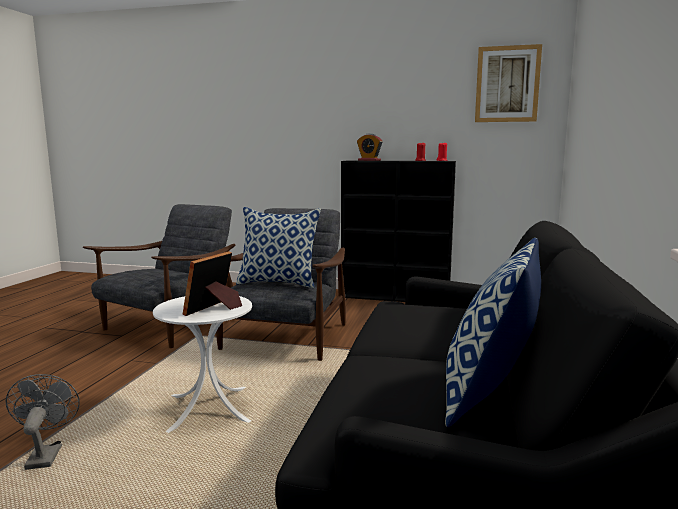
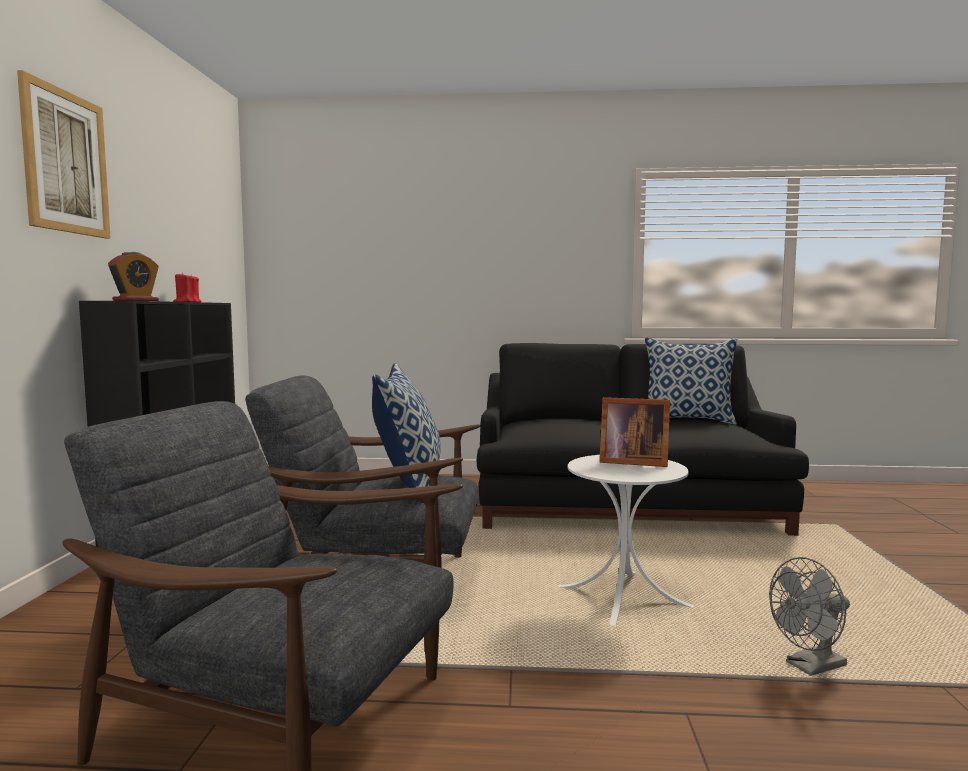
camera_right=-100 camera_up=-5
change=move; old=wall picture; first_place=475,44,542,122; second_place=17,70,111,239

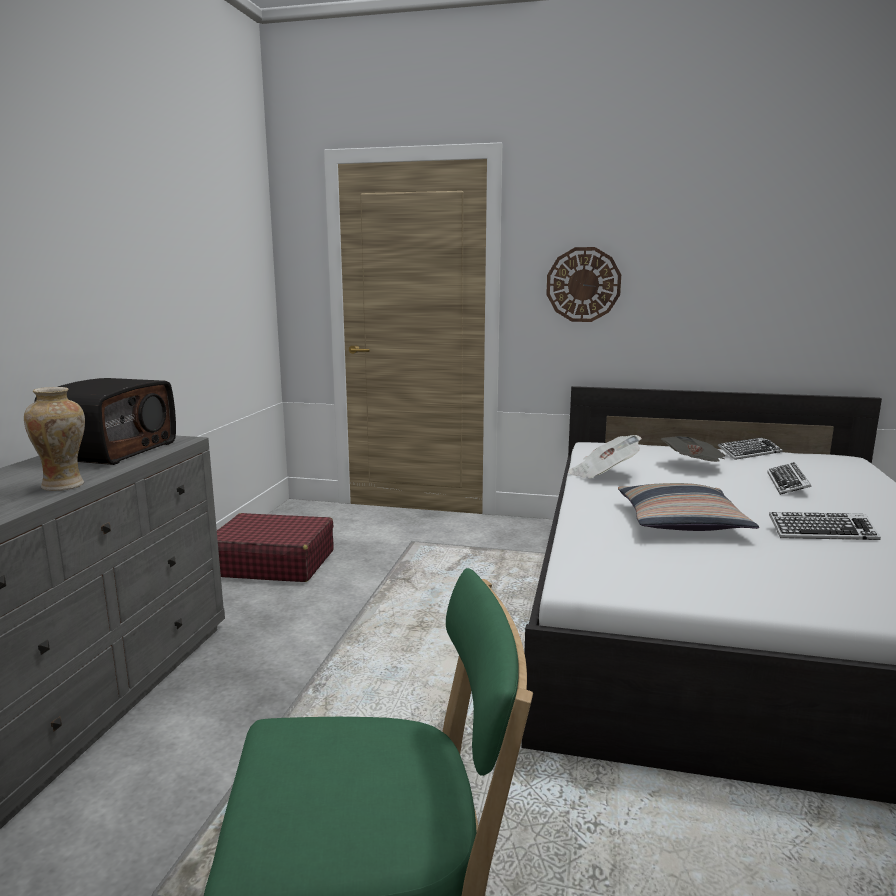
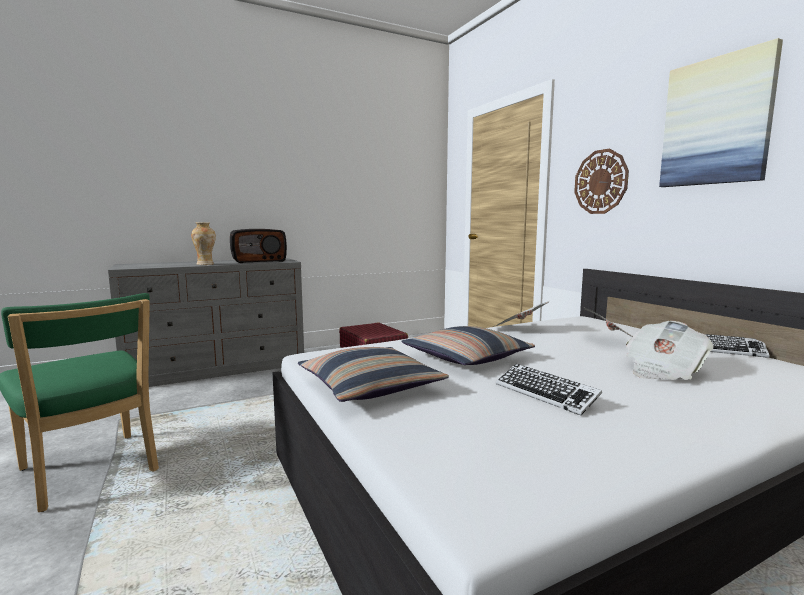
camera_right=50 camera_up=-5
change=replace; old=computer keyboard; new=daily paper; first_place=767,462,812,495; second_place=626,321,713,380
change=insert; new=pillow; second_place=298,347,449,402
change=insert; new=wall picture; second_place=659,38,783,187

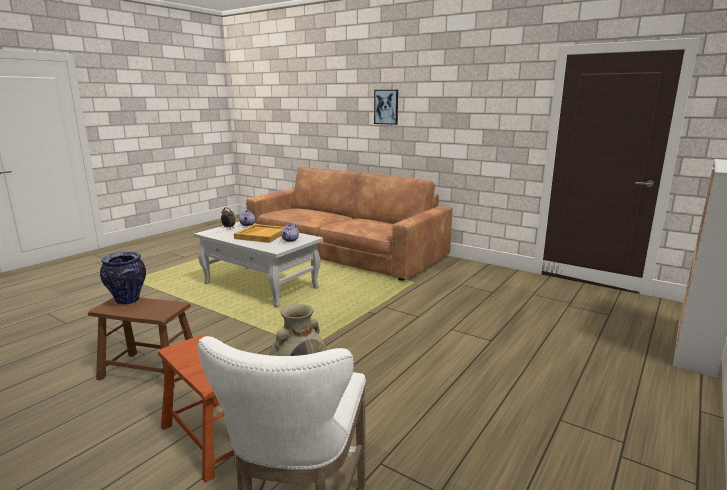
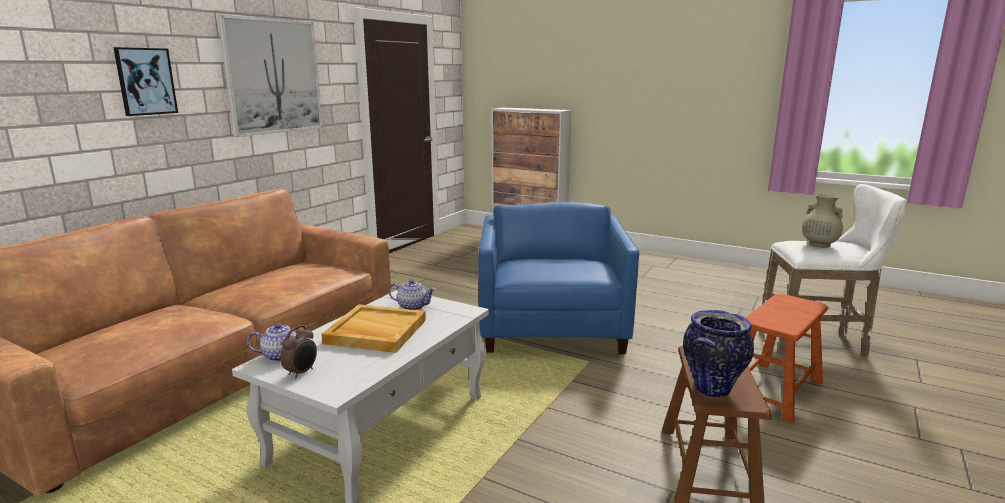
camera_right=-95 camera_up=0
change=insert; new=wall picture; second_place=217,15,323,137
change=insert; new=easy chair (bluish); second_place=479,202,639,354

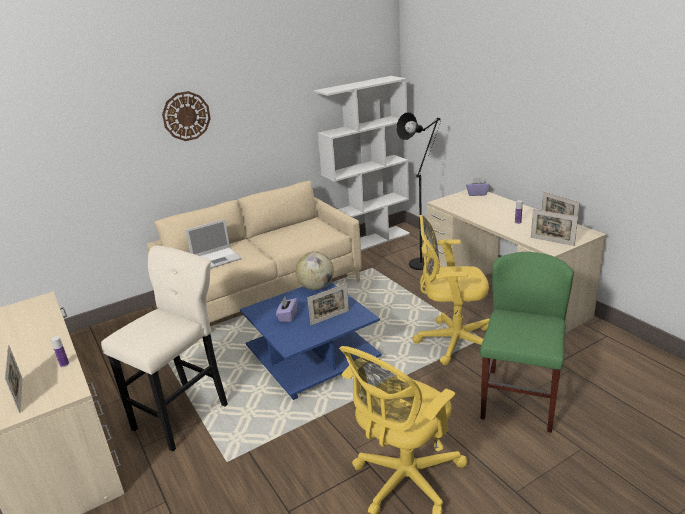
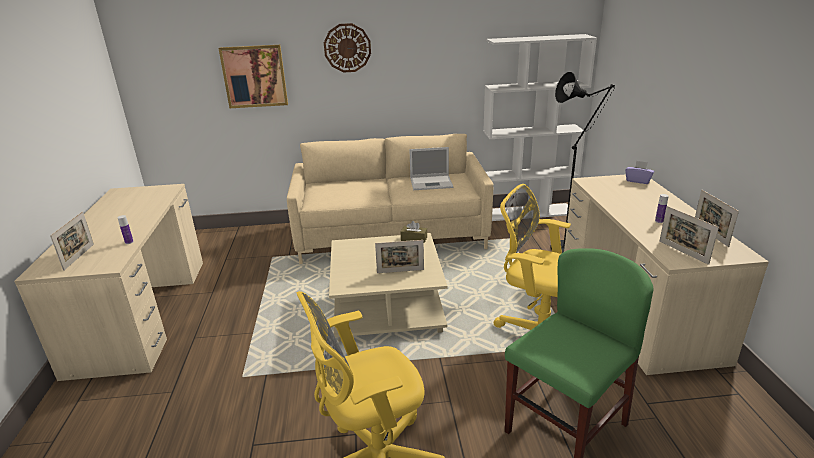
camera_right=25 camera_up=0
change=delete; old=stool seat (sand-coloured); first_place=101,245,228,452
change=move; old=portable computer; first_place=186,219,242,269; second_place=409,147,453,190
change=recolor; old=lounge table (bluish); new=lounge table (sand-coloured); first_place=240,282,382,400; second_place=329,233,447,342
change=delete; old=box of tissues (purplish); first_place=276,297,297,322
change=replace; old=globe; new=box of tissues (brownish); first_place=296,252,334,290; second_place=401,221,427,243
change=insert; new=wall picture; second_place=219,45,288,108

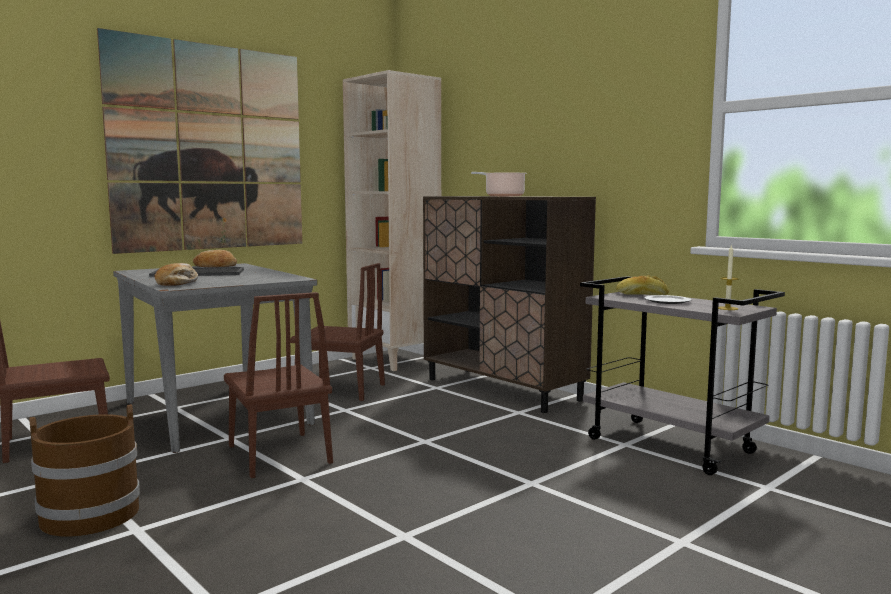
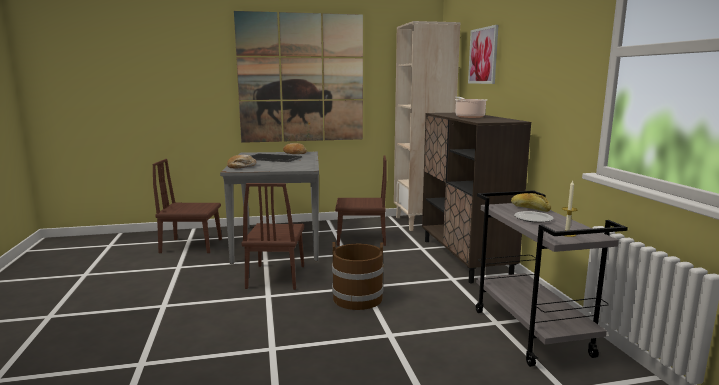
camera_right=30 camera_up=5
change=move; old=water bucket (brownish); first_place=29,404,140,536; second_place=332,242,384,310
change=rotate; old=plain chair (brownish); first_place=290,263,385,401; second_place=335,155,387,246; degrees=-45
change=insert; new=wall picture; second_place=468,25,499,84

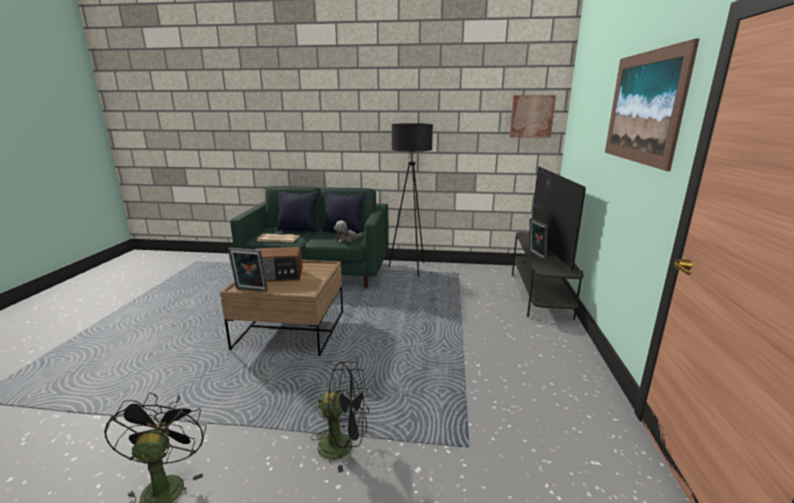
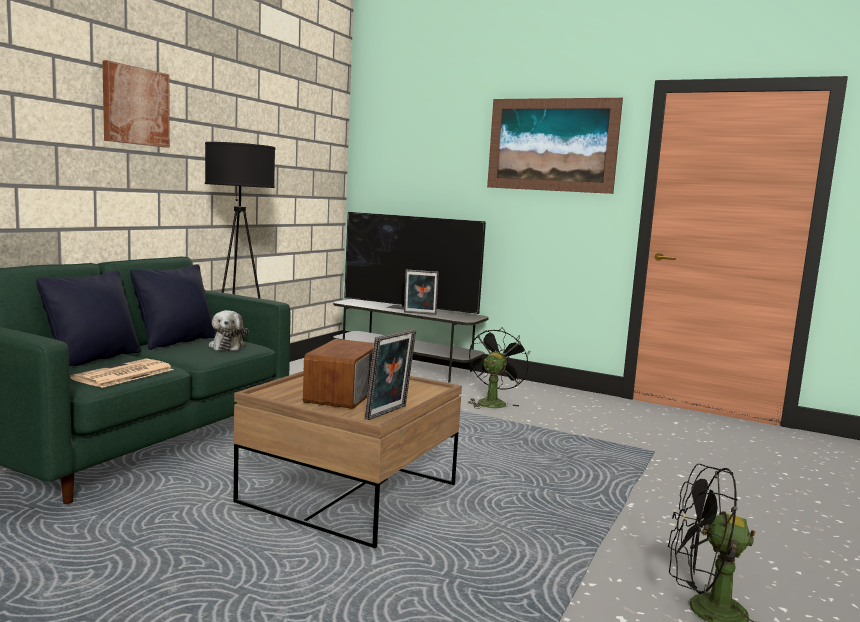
camera_right=-70 camera_up=-10
change=move; old=fan (black); first_place=311,361,369,473; second_place=469,327,530,409
change=move; old=wall picture; first_place=510,95,556,138; second_place=102,60,170,148

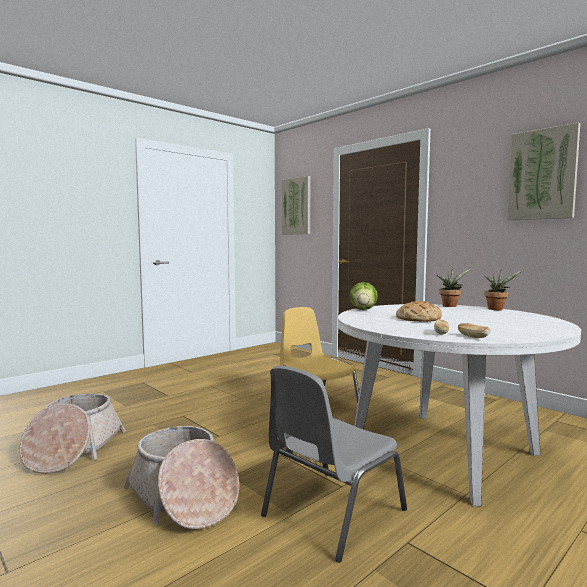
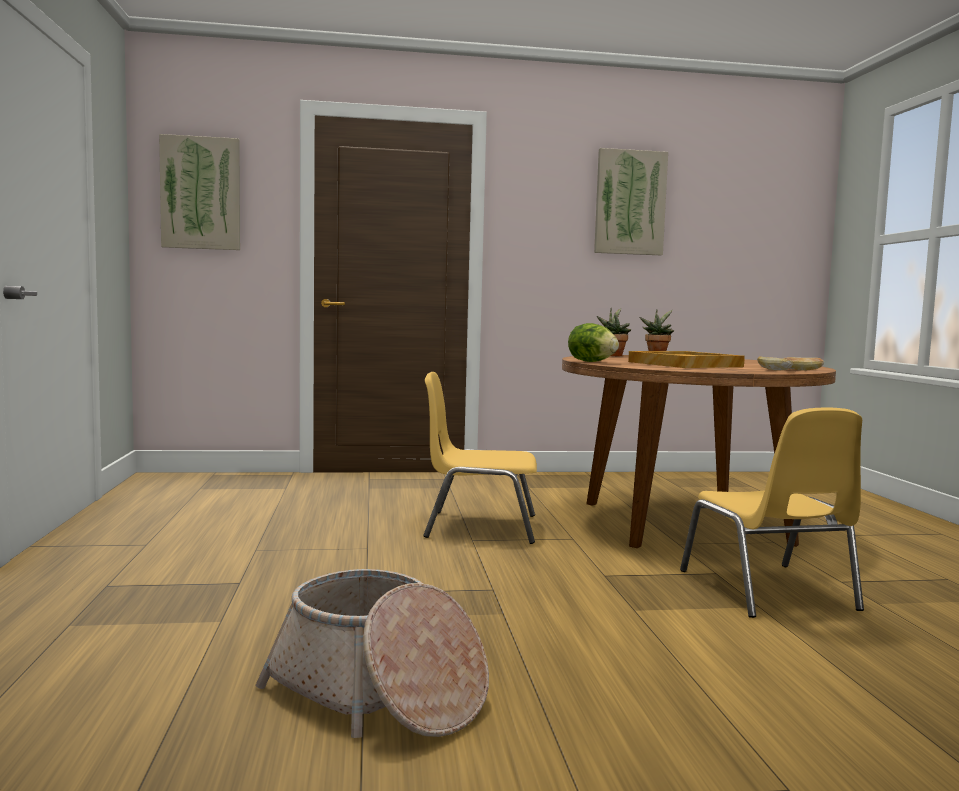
camera_right=-55 camera_up=0
change=delete; old=storage basket; first_place=124,426,239,529
change=recolor; old=plain chair (gray); new=plain chair (yellow); first_place=261,366,407,563; second_place=680,408,864,618
change=recolor; old=dining table (white); new=dining table (brownish); first_place=338,304,581,506; second_place=562,355,836,548
change=replace; old=bakery bread; new=tray (sand-coloured); first_place=396,301,442,322; second_place=628,351,745,368

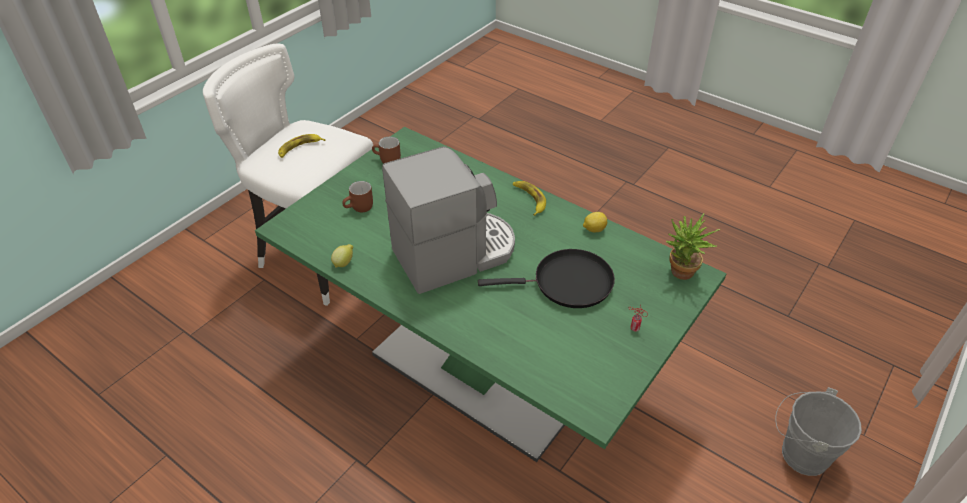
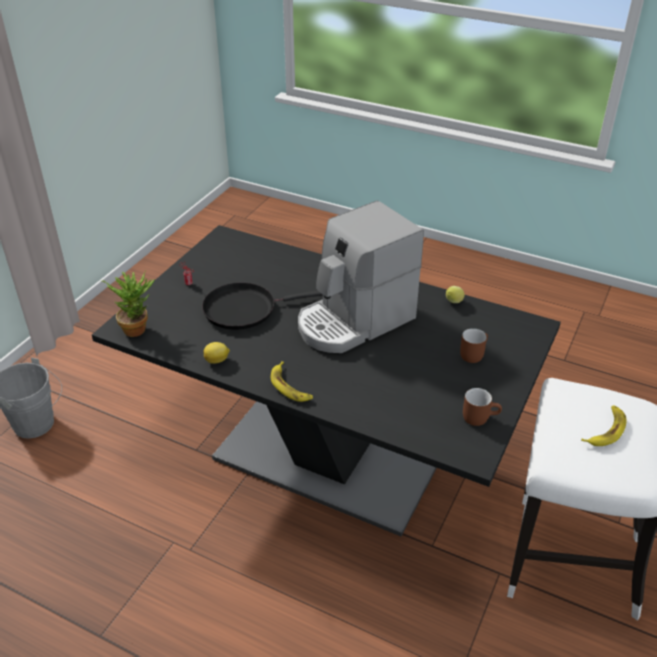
camera_right=170 camera_up=-5
change=recolor; old=dining table (green-coloured); new=dining table (black); first_place=255,127,727,462; second_place=92,225,561,536

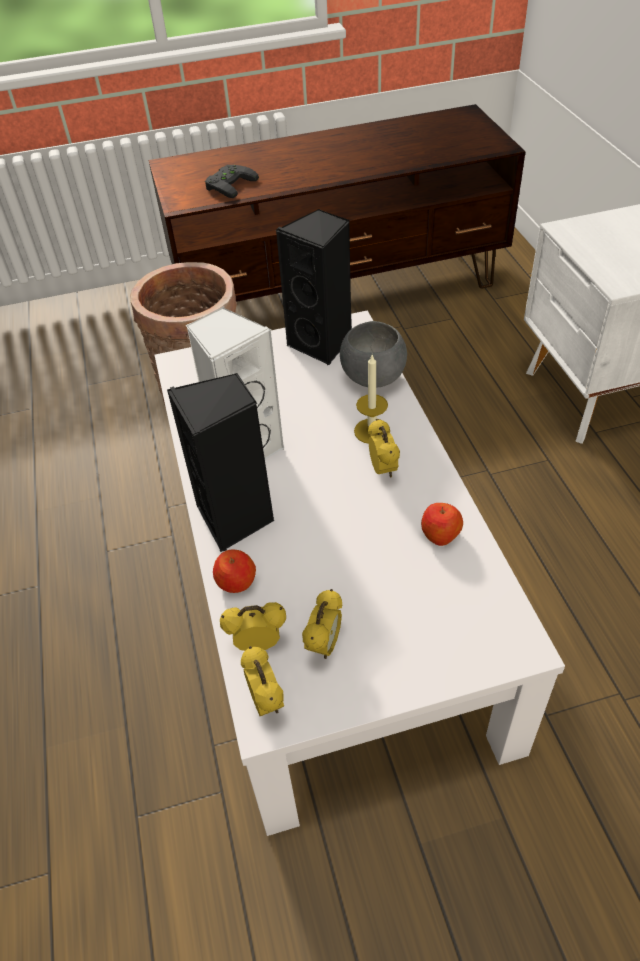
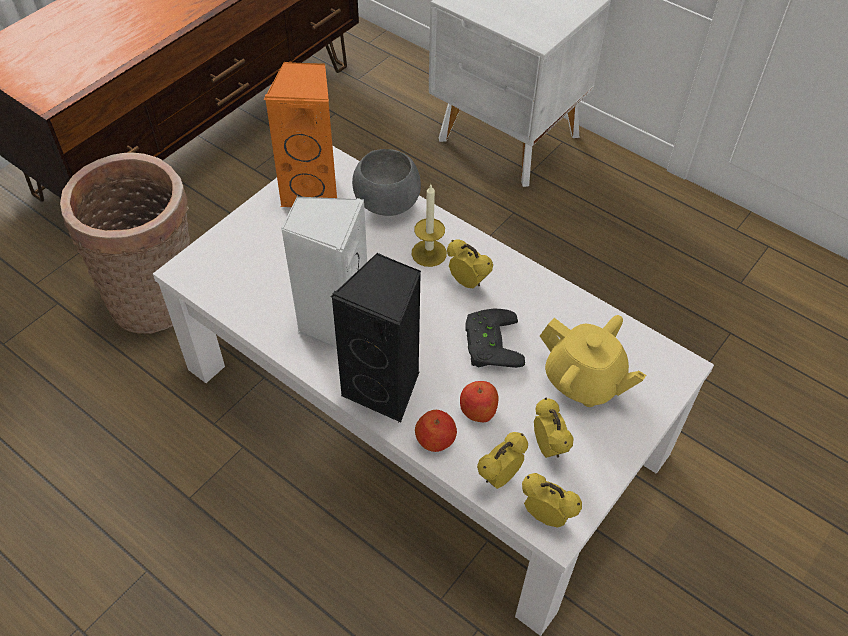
camera_right=-40 camera_up=5
change=move; old=game controller (black); first_place=205,165,259,198; second_place=465,309,525,368
change=recolor; old=speaker (black); new=speaker (orangey); first_place=276,209,352,366; second_place=264,62,337,208
change=move; old=apple; first_place=421,503,463,546; second_place=460,381,498,422
change=insert; new=tea pot (yellow); second_place=540,315,646,407

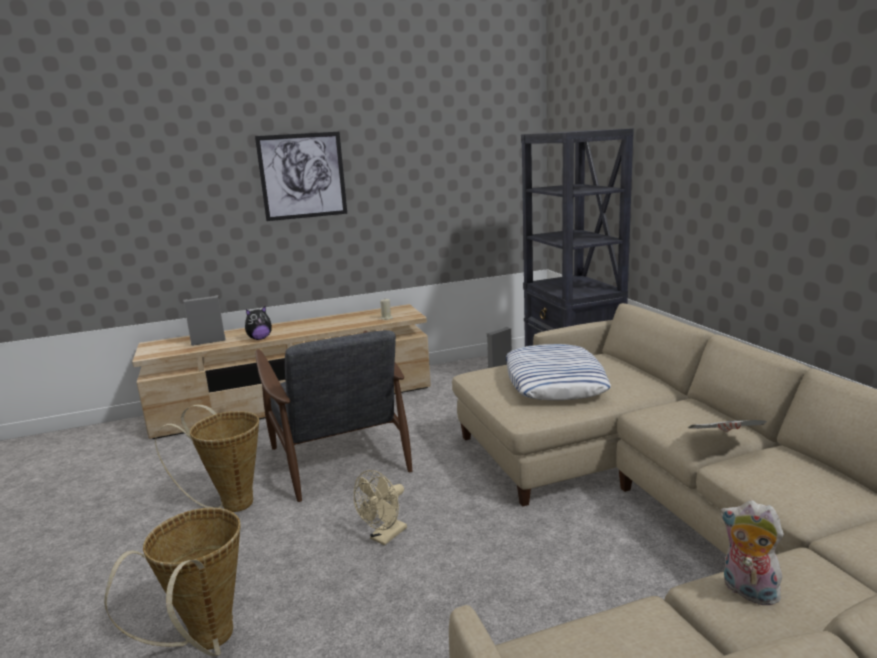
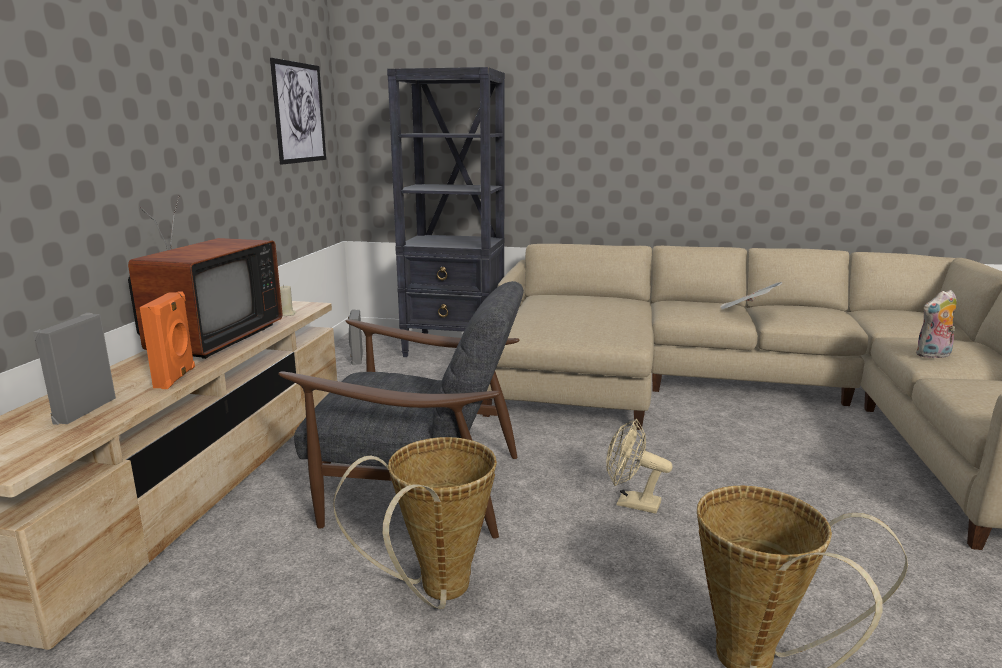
camera_right=-60 camera_up=0
change=replace; old=soft toy; new=speaker (orangey); first_place=245,306,272,340; second_place=140,292,195,389
change=move; old=wall picture; first_place=255,132,347,221; second_place=270,58,326,165
change=rotate; old=fan (sand-coloured); first_place=354,470,407,545; second_place=606,419,673,514; degrees=135
change=delete; old=pillow; first_place=506,344,611,400
change=insert; new=TV; second_place=128,196,282,359

